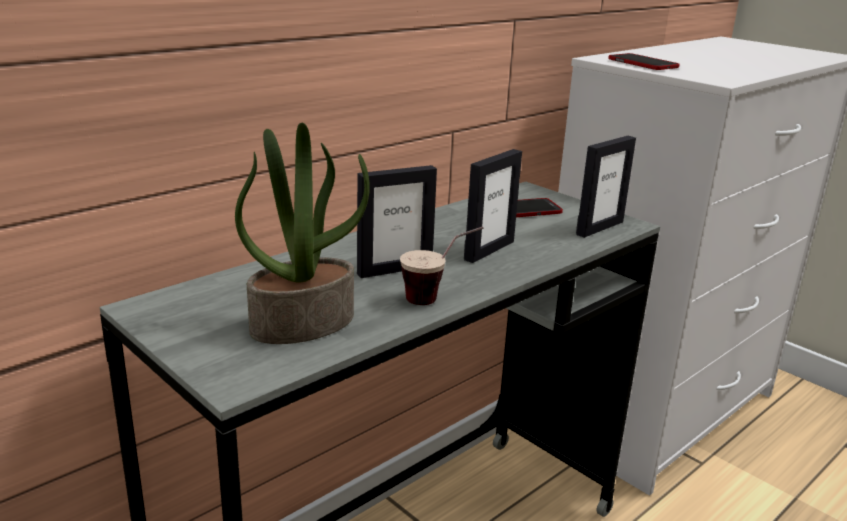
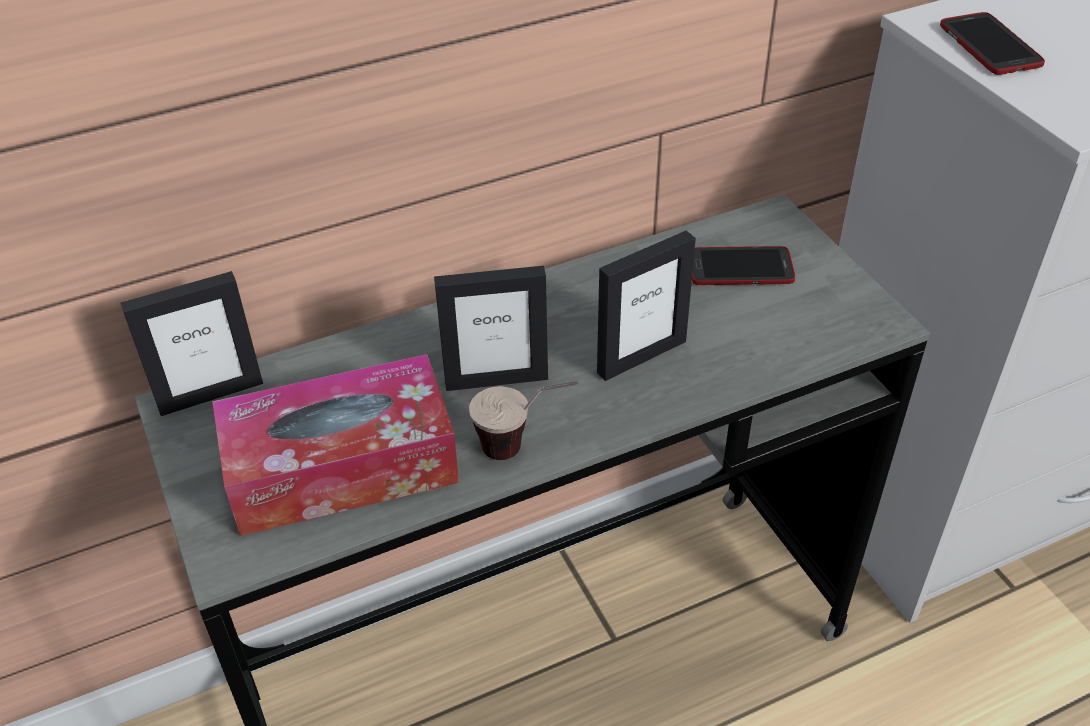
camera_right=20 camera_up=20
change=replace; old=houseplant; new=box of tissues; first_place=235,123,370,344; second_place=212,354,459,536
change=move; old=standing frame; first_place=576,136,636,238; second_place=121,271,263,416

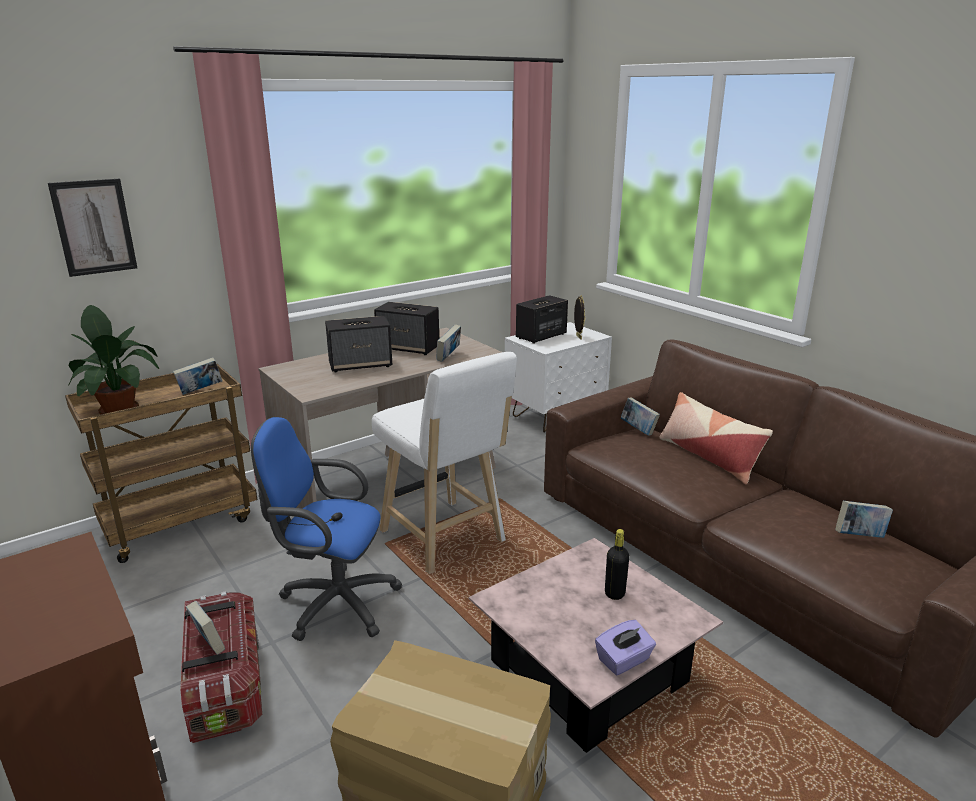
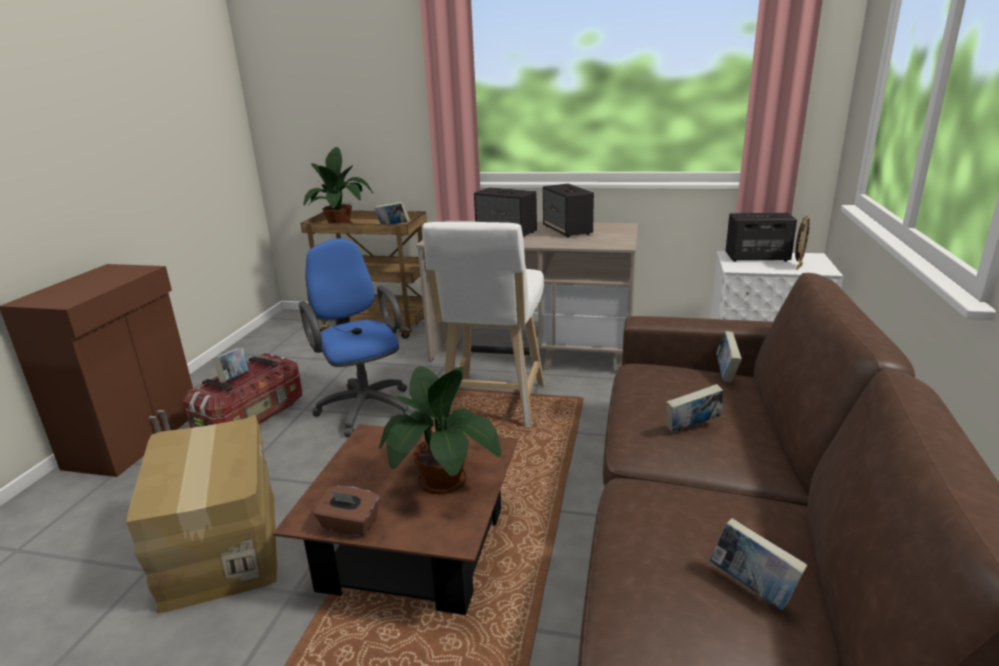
camera_right=50 camera_up=0
change=delete; old=wall picture; first_place=48,179,137,277
change=move; old=volume; first_place=437,325,461,362; second_place=666,384,723,433
change=recolor; old=lounge table (pink); new=lounge table (brownish); first_place=469,538,723,753; second_place=273,424,518,615
change=recolor; old=box of tissues (purplish); new=box of tissues (brownish); first_place=595,620,656,675; second_place=314,486,379,536
change=replace; old=bottle (black); new=houseplant; first_place=605,529,629,600; second_place=379,366,501,495
change=delete; old=pillow; first_place=659,392,773,484

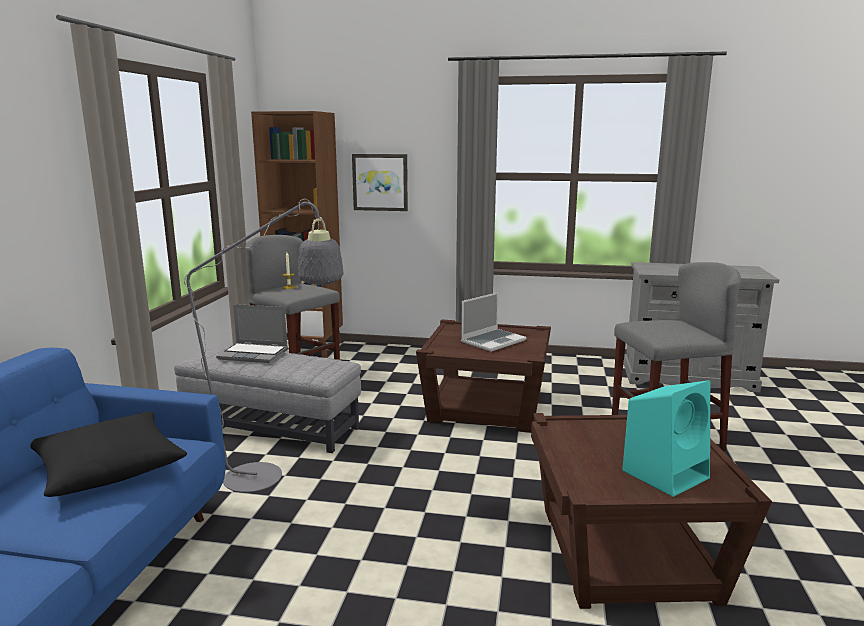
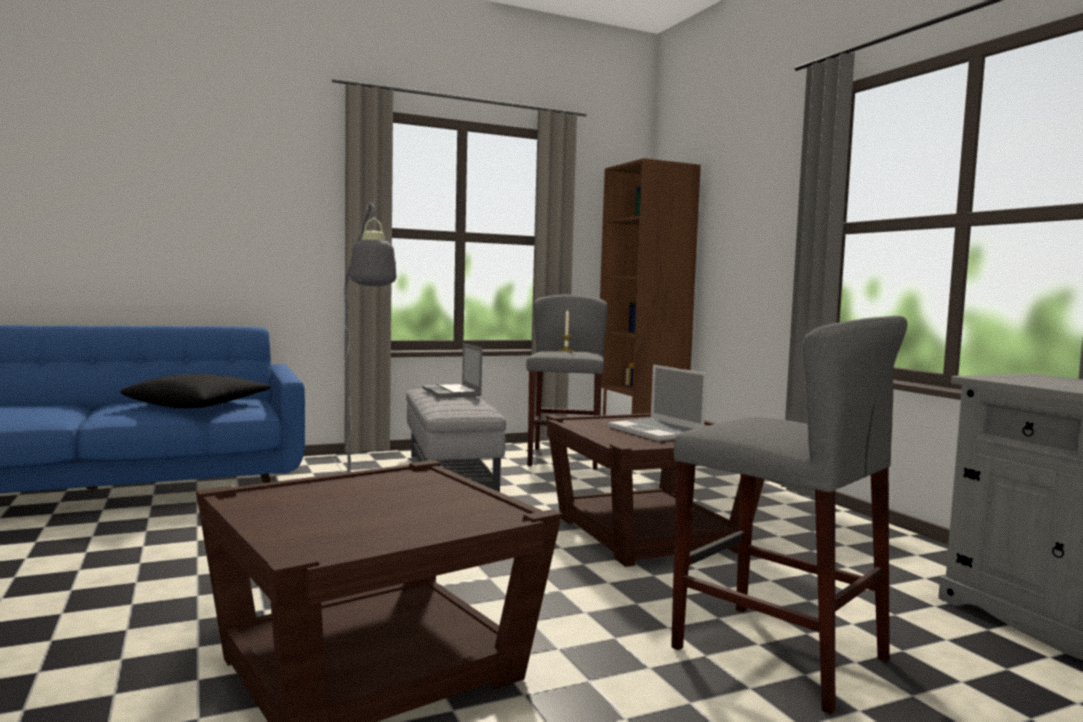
camera_right=55 camera_up=-10
change=delete; old=wall picture; first_place=352,154,408,211
change=rotate; old=portable computer; first_place=461,292,527,352; second_place=608,365,707,441; degrees=45
change=delete; old=speaker (turquoise-coloured); first_place=622,380,710,497

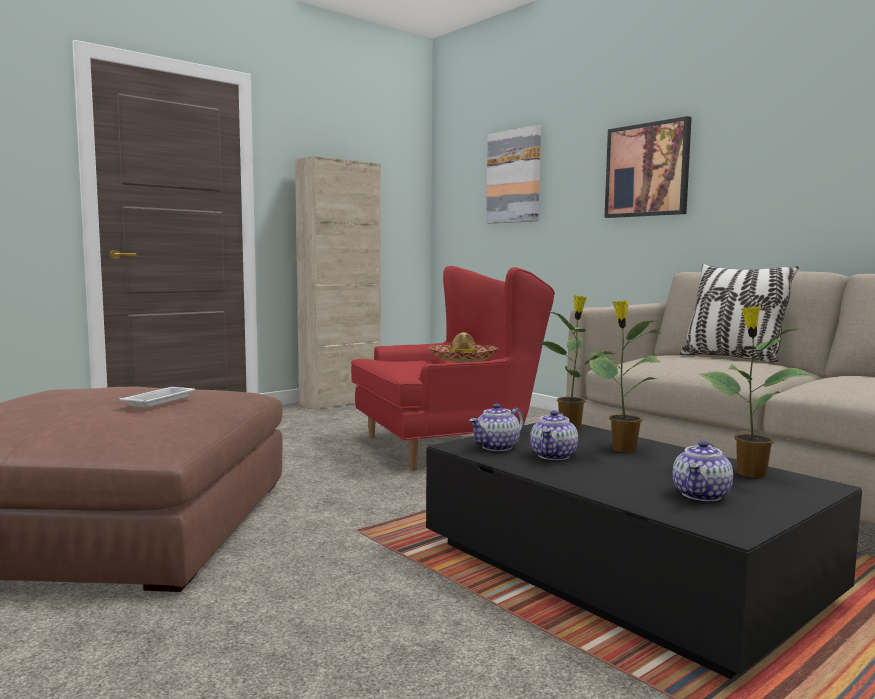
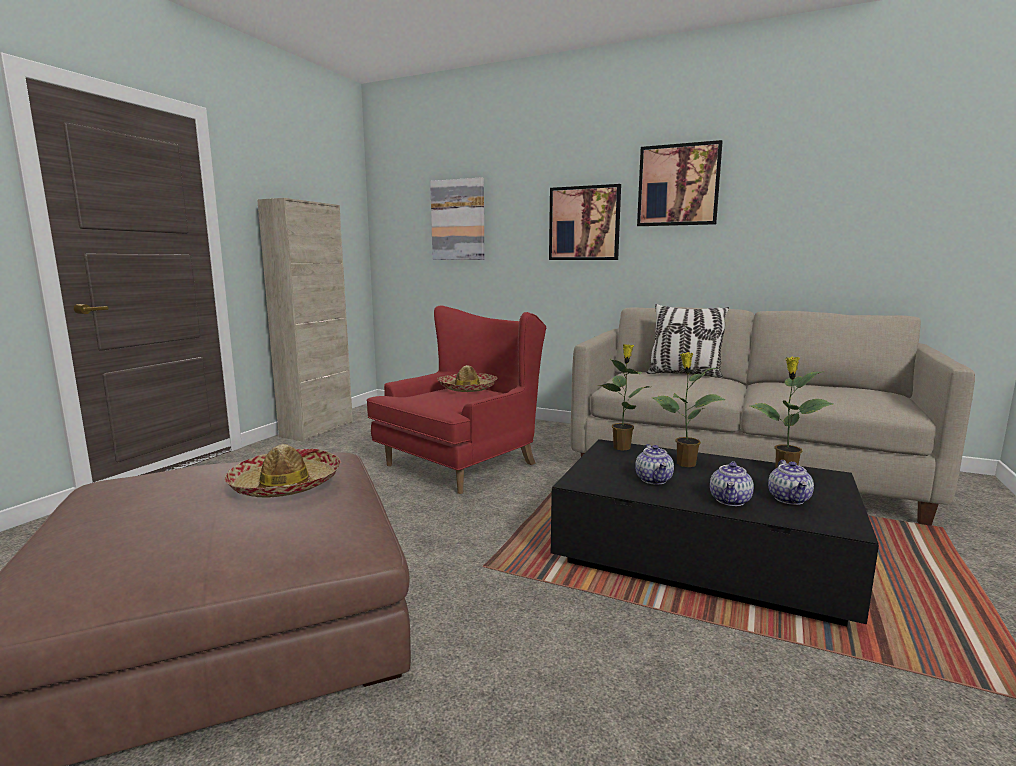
camera_right=-25 camera_up=5
change=replace; old=tray (white); new=hat; first_place=120,387,195,407; second_place=225,444,341,498
change=move; old=tea pot; first_place=469,403,524,451; second_place=710,461,754,506
change=insert; new=wall picture; second_place=637,140,723,226

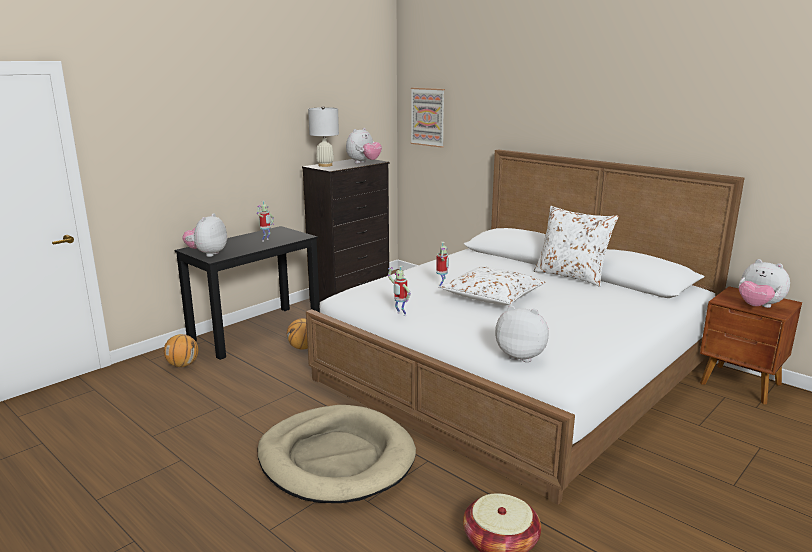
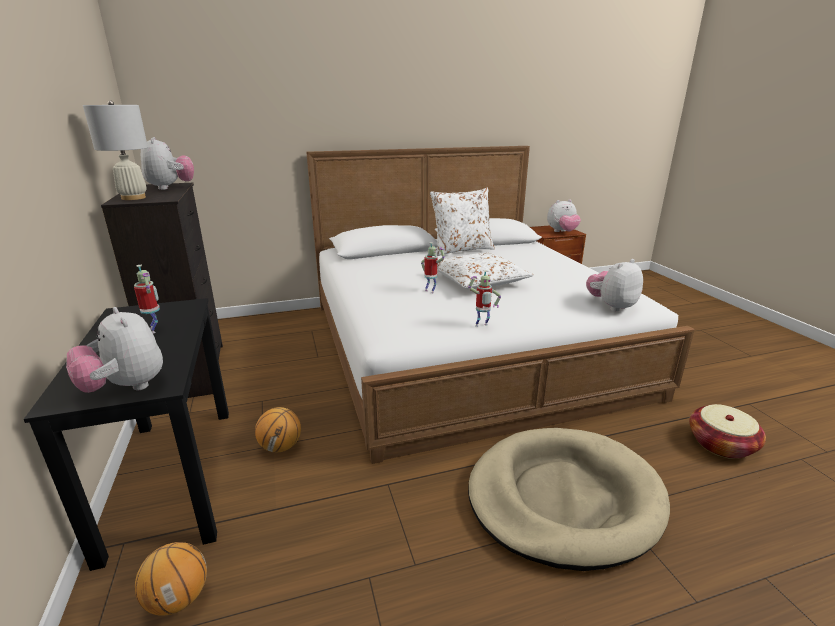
camera_right=-60 camera_up=5
change=delete; old=wall picture; first_place=411,88,445,148

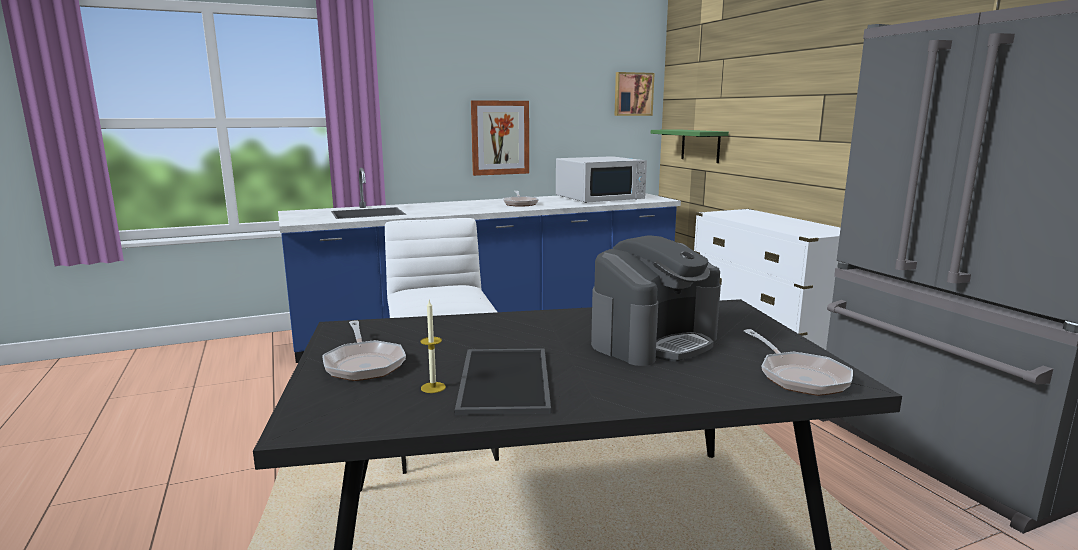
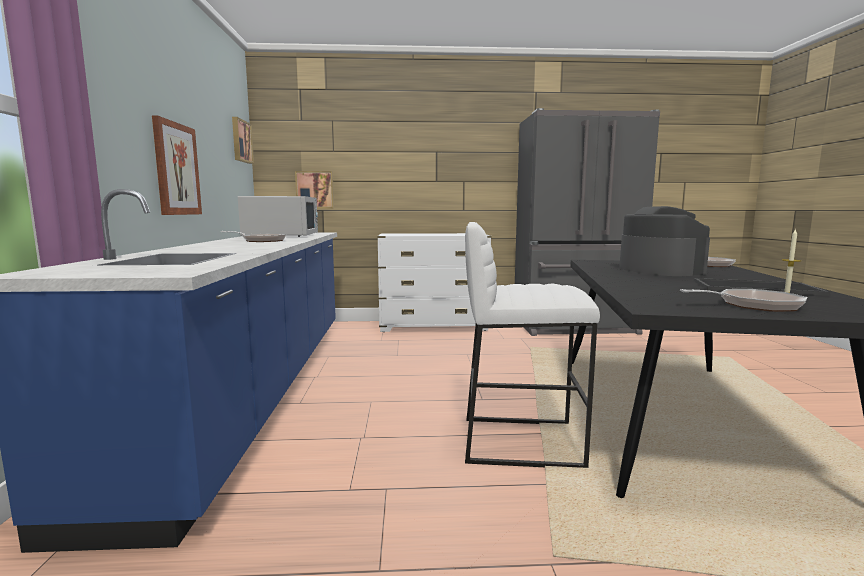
camera_right=-70 camera_up=-5
change=replace; old=wall shelf (green-coloured); new=wall picture; first_place=651,129,729,163; second_place=295,171,334,208

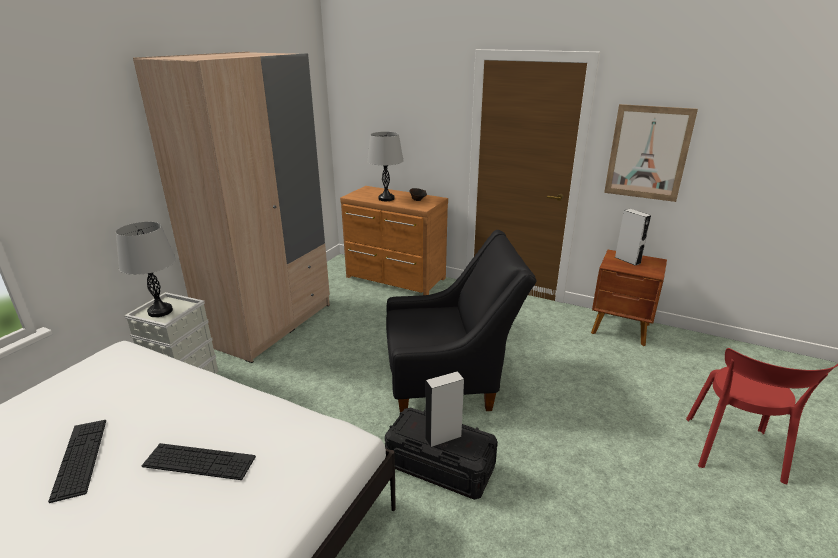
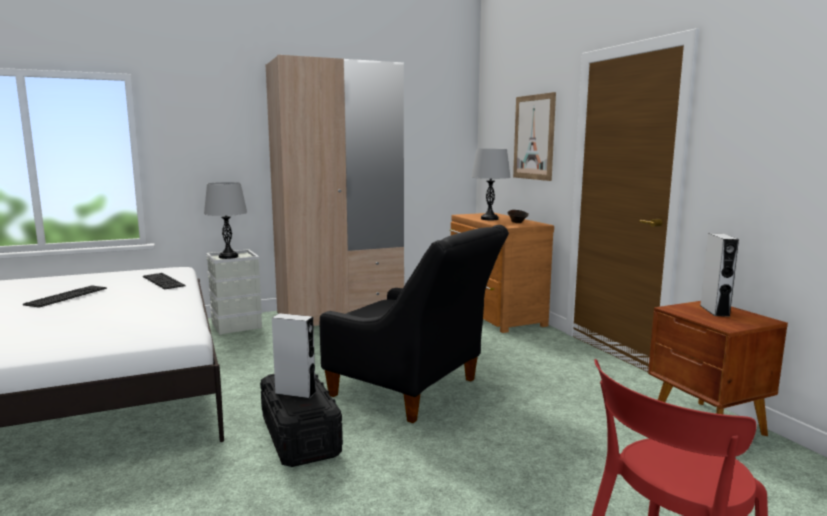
camera_right=40 camera_up=-15
change=move; old=computer keyboard; first_place=142,443,256,480; second_place=143,273,185,289
change=move; old=wall picture; first_place=604,104,698,202; second_place=513,92,556,181

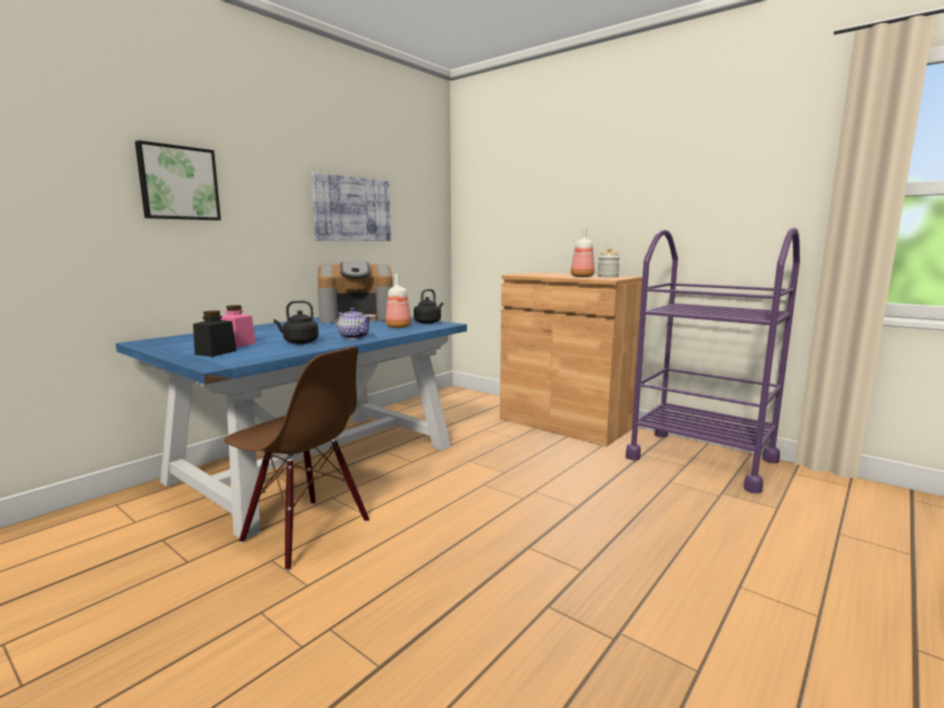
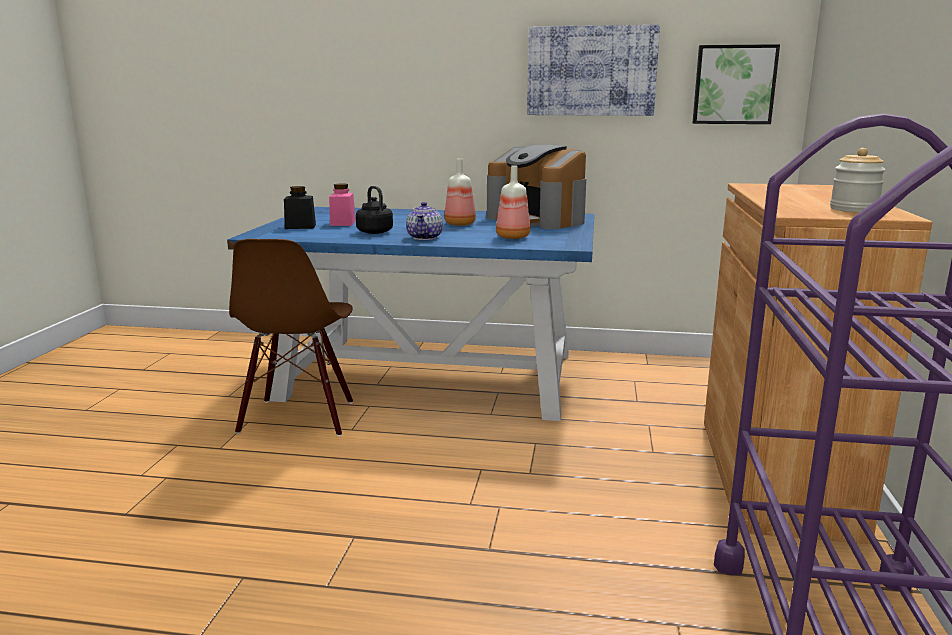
camera_right=60 camera_up=5
change=move; old=wall picture; first_place=135,140,221,220; second_place=692,44,780,124
change=delete; old=tea kettle (black); first_place=414,289,443,324
change=move; old=bottle; first_place=571,228,595,277; second_place=444,159,476,226

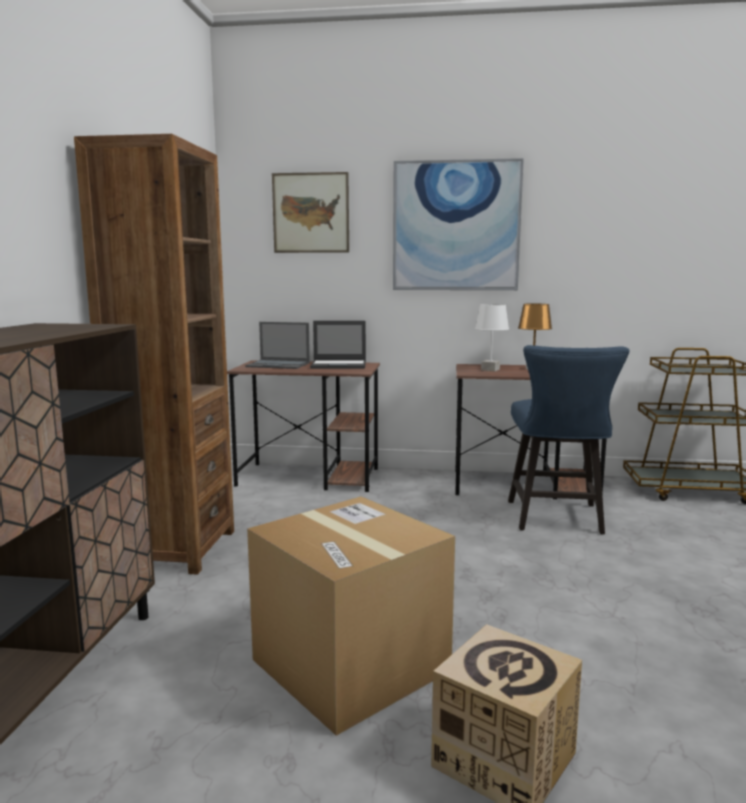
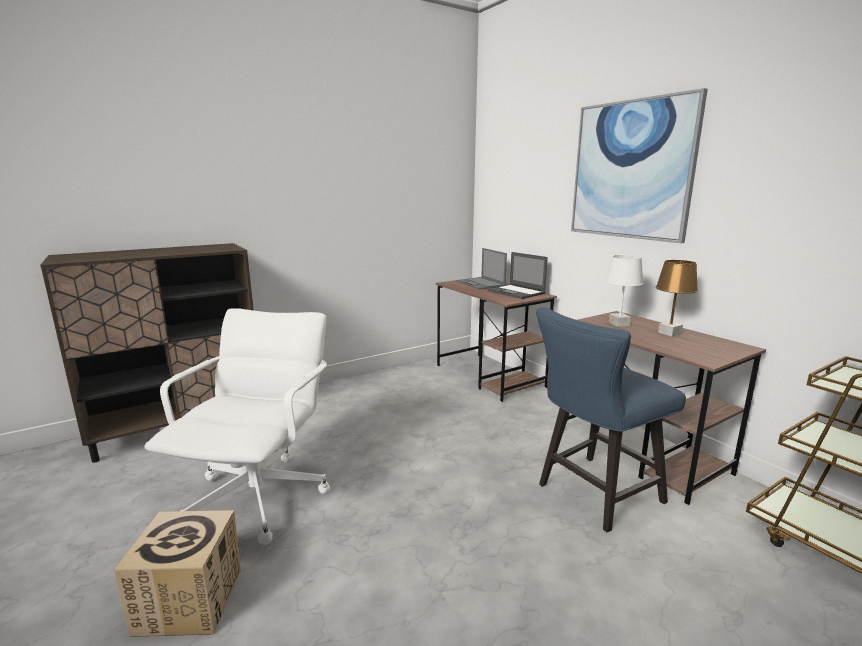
camera_right=50 camera_up=5
change=delete; old=shelving unit (brownish); first_place=74,134,234,575
change=replace; old=packing box; new=desk chair (white); first_place=247,496,455,736; second_place=145,308,330,545
change=delete; old=wall picture; first_place=272,172,349,253

